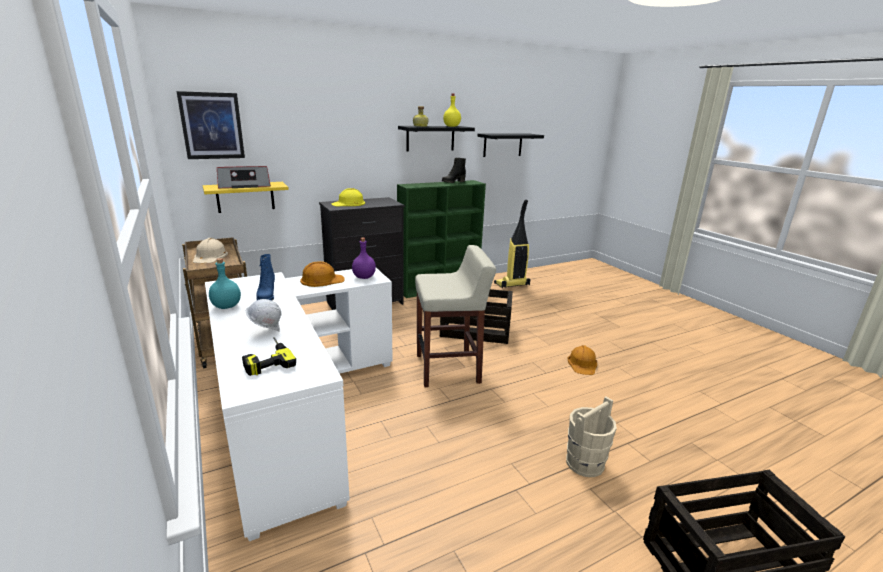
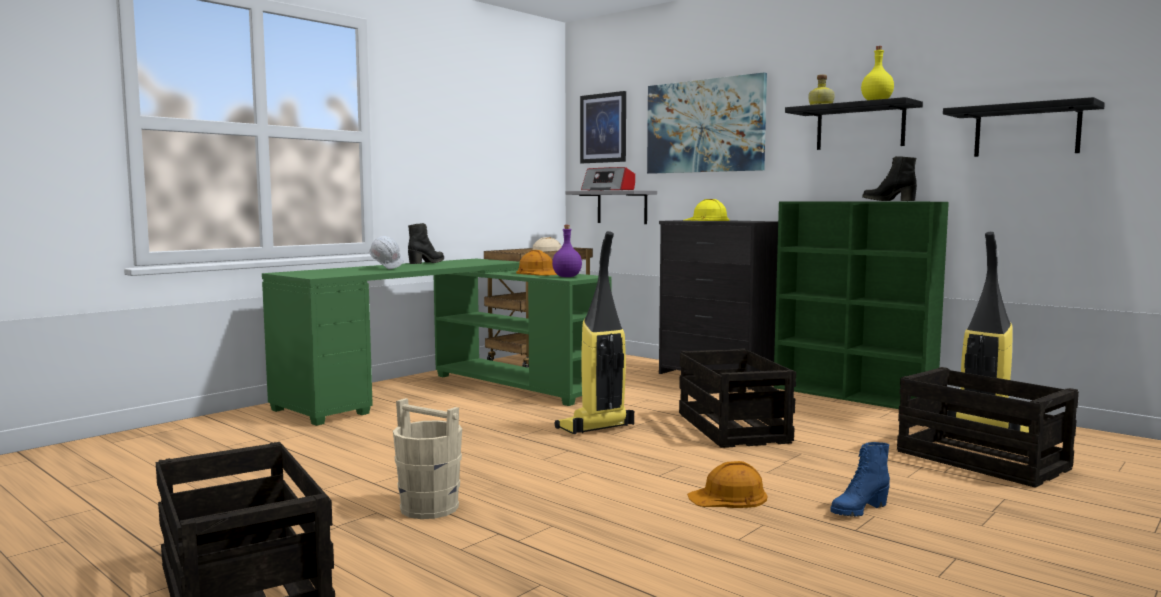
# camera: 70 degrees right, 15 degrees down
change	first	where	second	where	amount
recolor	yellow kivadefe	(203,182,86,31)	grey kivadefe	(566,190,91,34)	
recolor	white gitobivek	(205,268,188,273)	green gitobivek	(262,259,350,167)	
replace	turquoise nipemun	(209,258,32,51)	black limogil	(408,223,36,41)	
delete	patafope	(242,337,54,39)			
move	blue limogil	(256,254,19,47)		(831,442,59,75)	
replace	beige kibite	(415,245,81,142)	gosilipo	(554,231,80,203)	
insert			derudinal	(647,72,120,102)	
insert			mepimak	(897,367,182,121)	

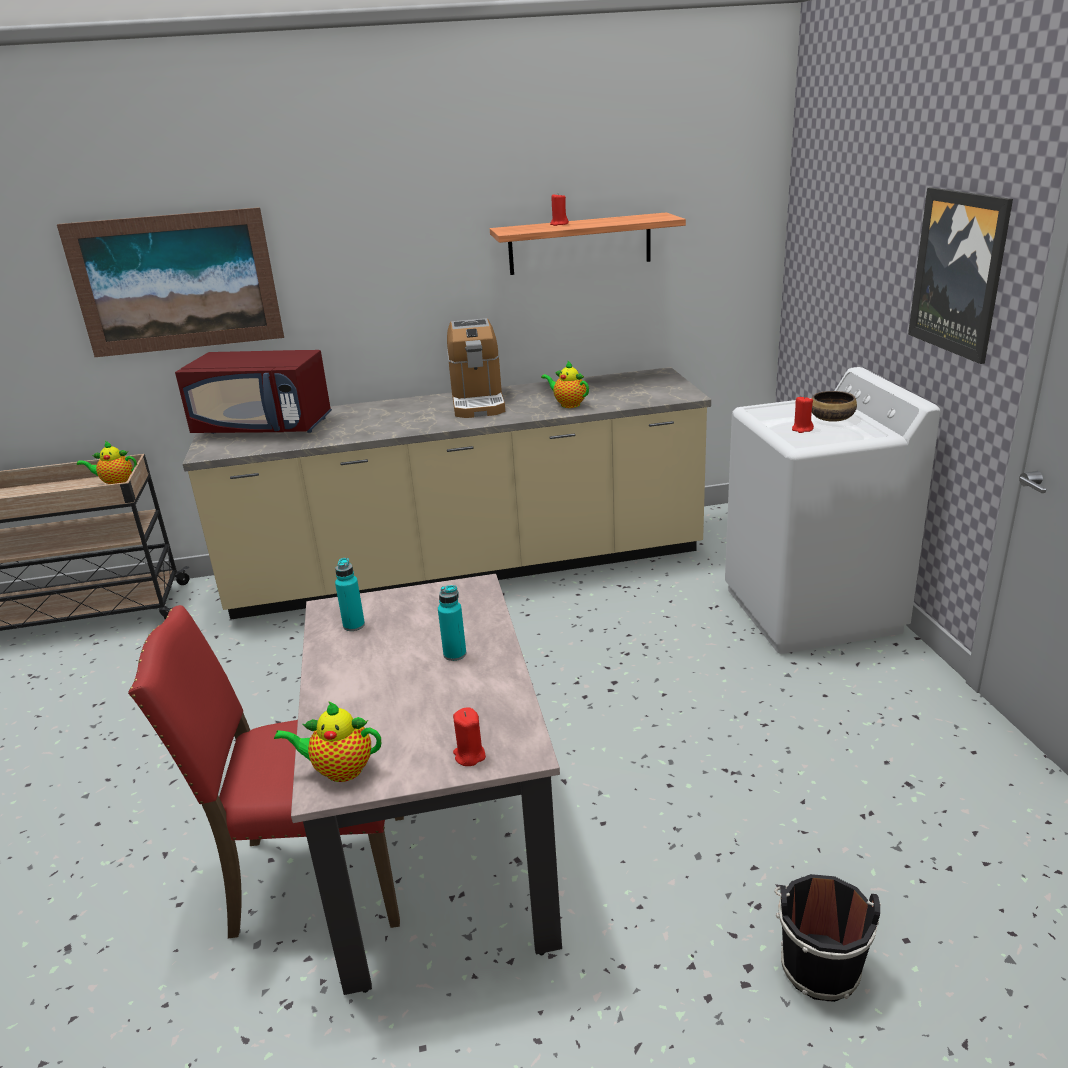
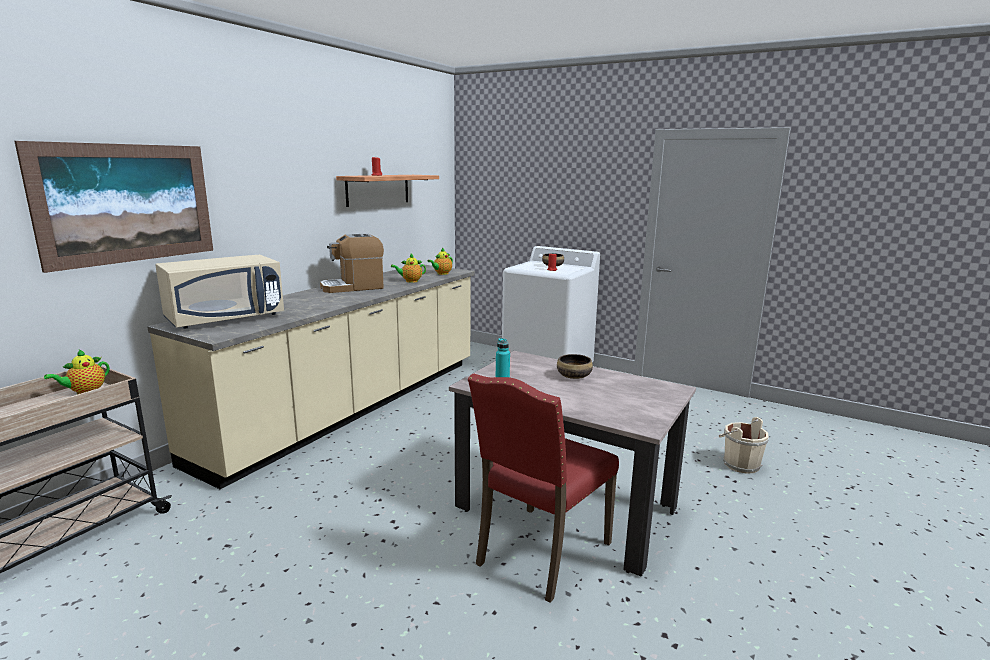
# camera: 50 degrees left, 10 degrees down
change	first	where	second	where	amount
recolor	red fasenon	(175,350,157,84)	beige fasenon	(155,255,129,74)	
move	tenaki	(274,701,107,81)		(427,248,26,27)	
replace	turquoise nipemun	(438,585,28,76)	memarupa	(557,354,36,25)	
rotate	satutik	(447,318,58,100)		(320,234,64,59)	120 degrees clockwise
delete	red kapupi	(453,708,33,58)			
recolor	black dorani	(774,874,107,128)	beige dorani	(719,417,50,57)	
delete	derudinal	(908,187,105,177)			

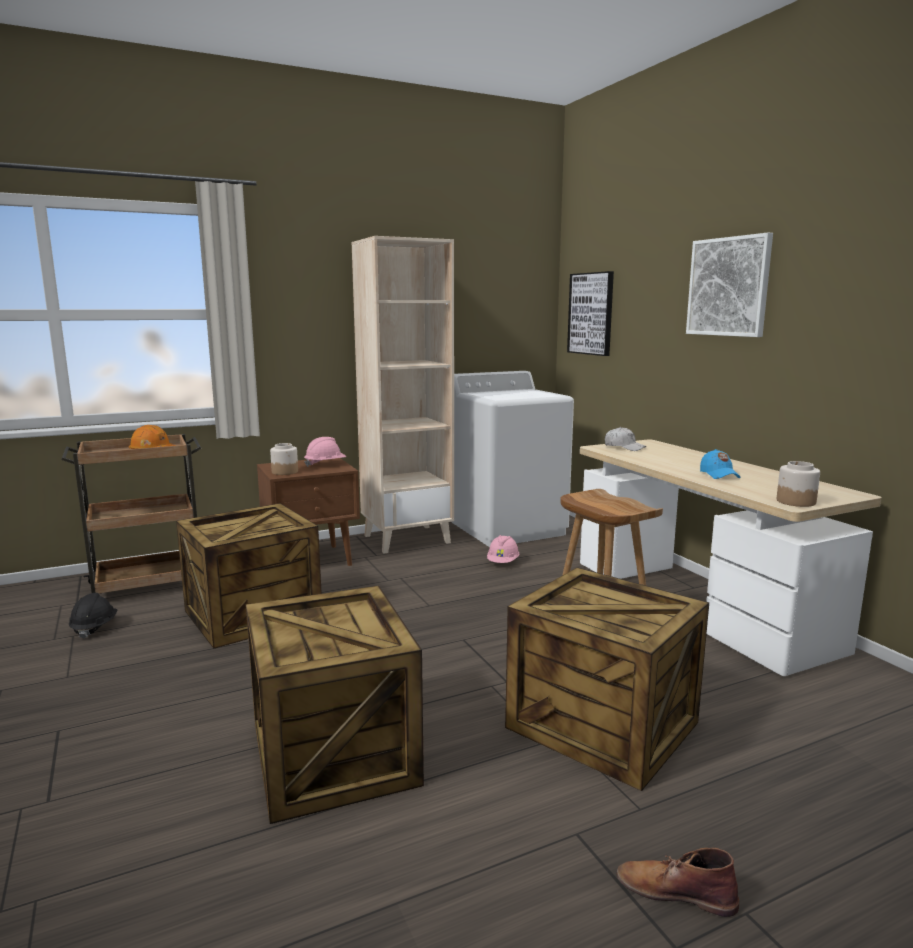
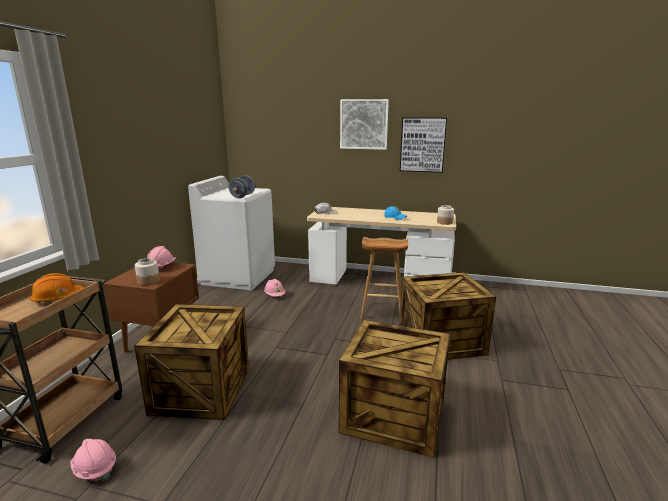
# camera: 50 degrees left, 5 degrees up
change	first	where	second	where	amount
recolor	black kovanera	(69,593,48,46)	pink kovanera	(71,439,45,43)	
delete	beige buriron	(352,236,102,318)			
move	derudinal	(567,271,47,85)		(400,117,47,56)	
delete	brown limogil	(617,848,122,69)			
insert			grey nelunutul	(229,175,26,23)	

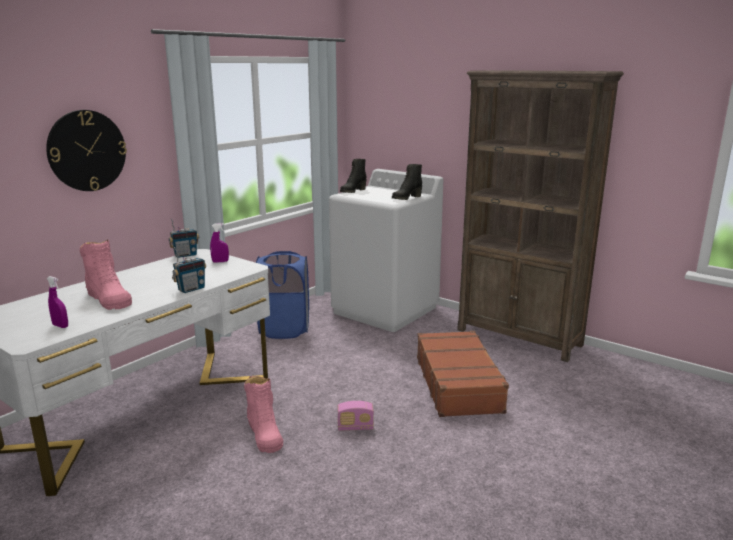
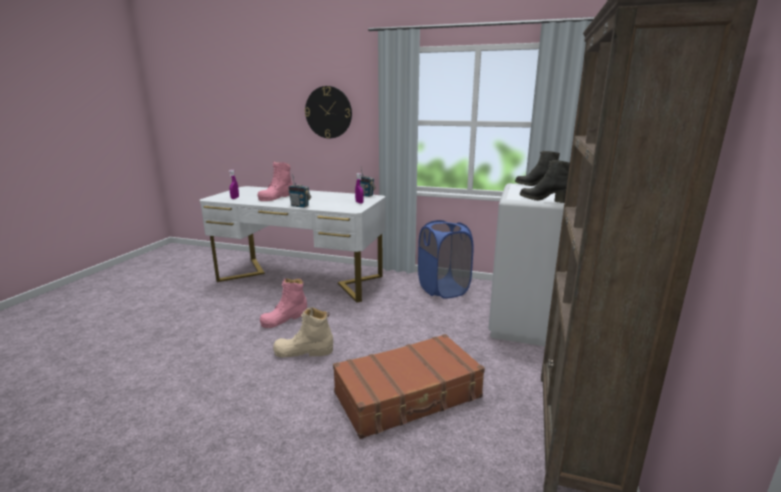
# camera: 70 degrees right, 0 degrees up
change	first	where	second	where	amount
replace	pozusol	(338,401,36,30)	beige limogil	(273,307,60,51)	

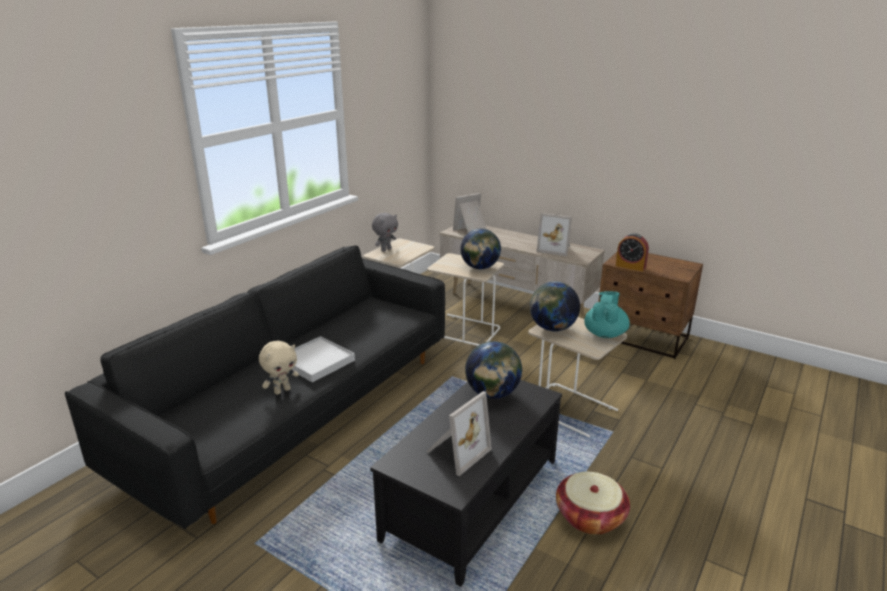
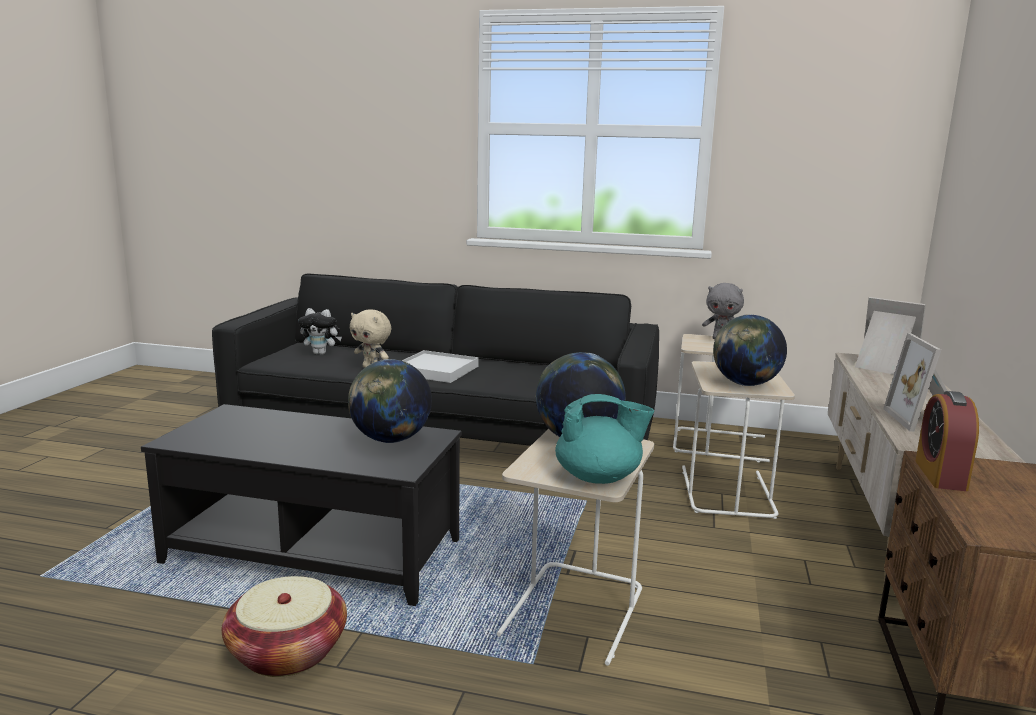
# camera: 70 degrees right, 10 degrees down
change	first	where	second	where	amount
delete	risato	(426,391,66,85)			
insert			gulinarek	(298,308,44,47)	

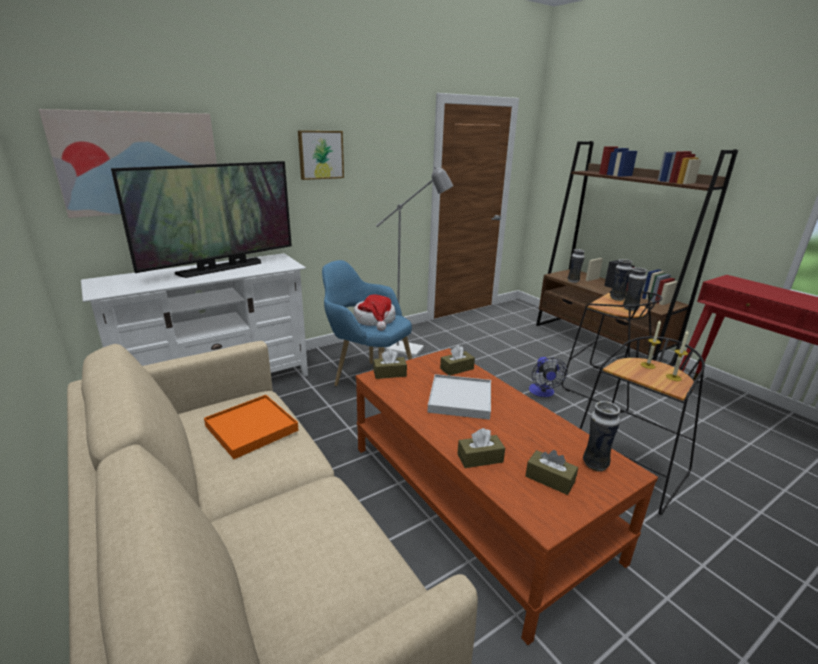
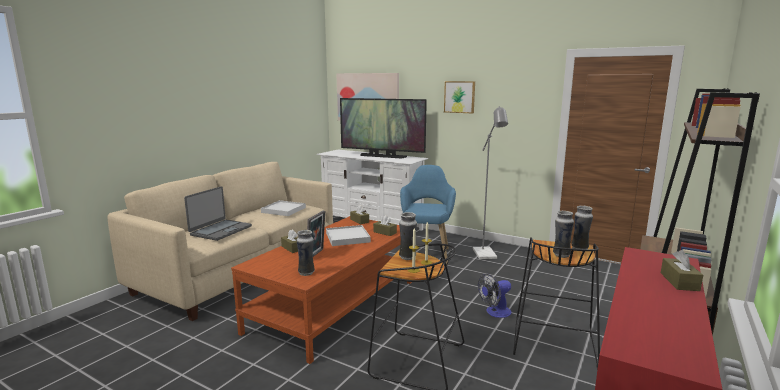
# camera: 65 degrees right, 10 degrees down
change	first	where	second	where	amount
recolor	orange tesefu	(204,395,95,64)	white tesefu	(261,200,45,16)	
delete	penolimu	(354,295,42,36)			
move	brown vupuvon	(525,450,53,45)		(661,250,42,41)	
move	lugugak	(567,249,18,34)		(399,212,18,48)	
insert			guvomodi	(184,186,68,55)	
insert			risato	(307,211,18,46)	

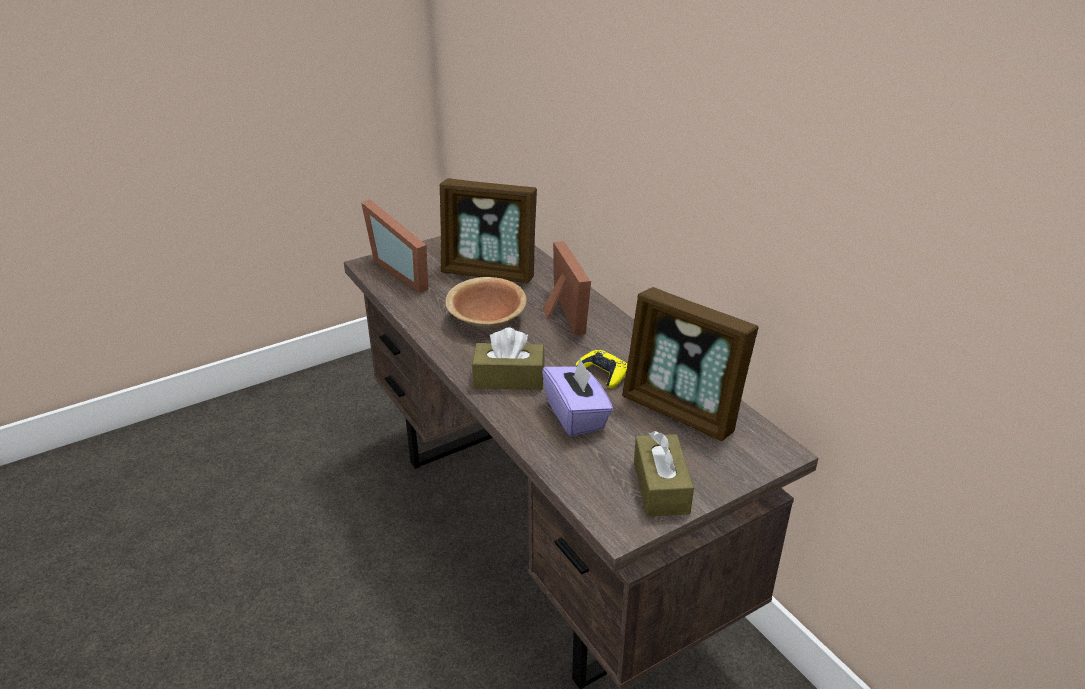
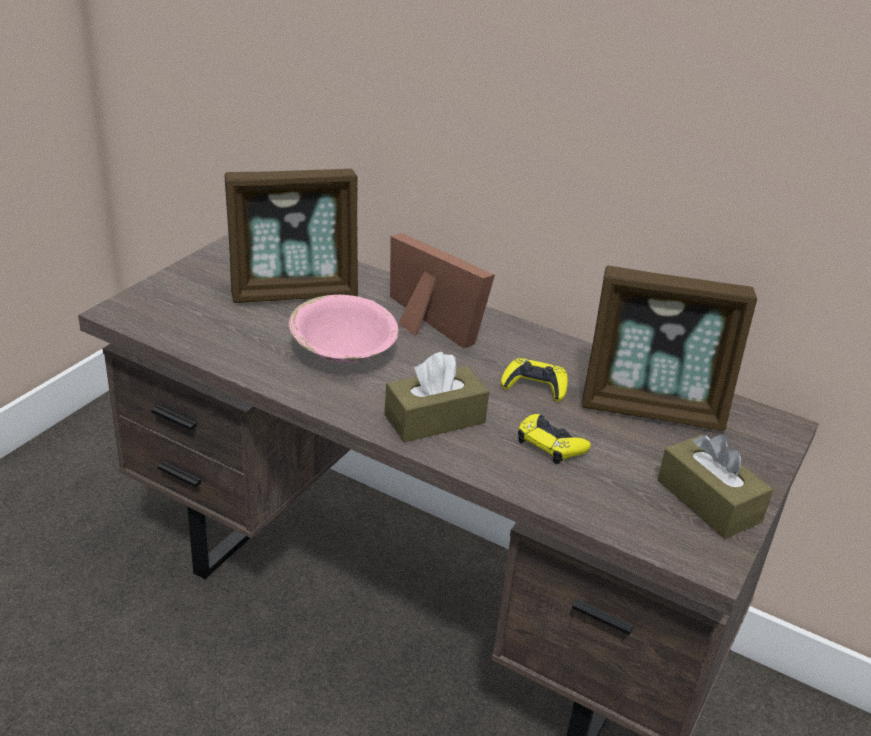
# camera: 30 degrees left, 0 degrees up
change	first	where	second	where	amount
delete	risato	(361,199,68,94)			
recolor	brown memarupa	(445,277,82,51)	pink memarupa	(289,295,109,69)	
replace	purple vupuvon	(542,357,71,80)	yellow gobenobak	(518,414,73,50)	

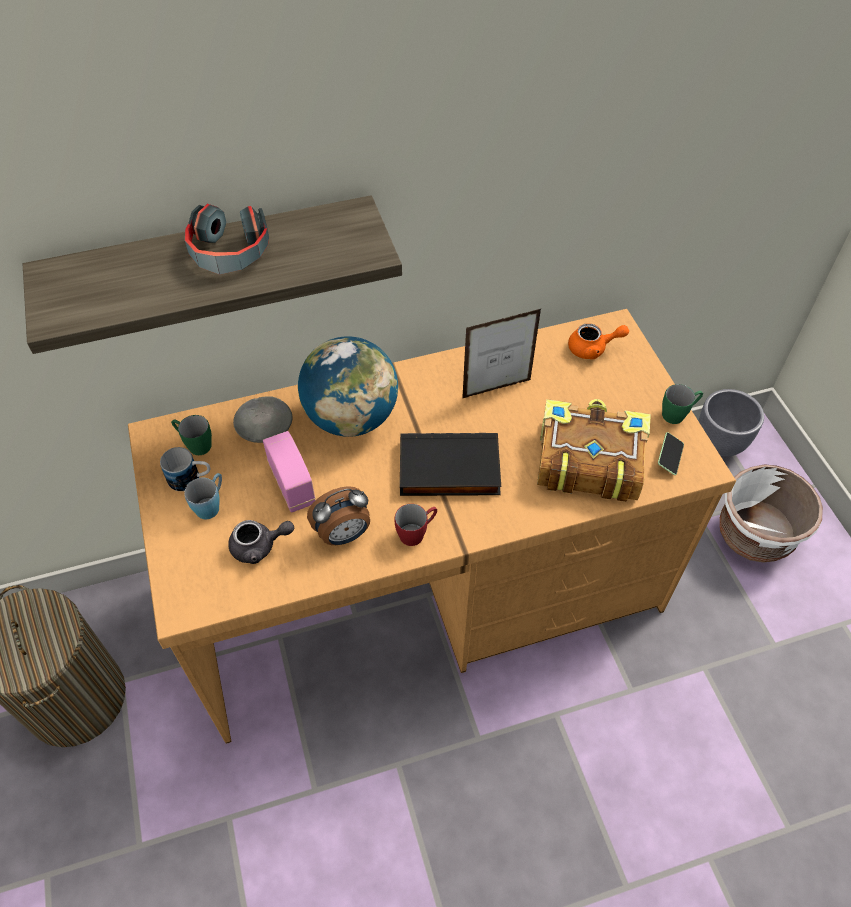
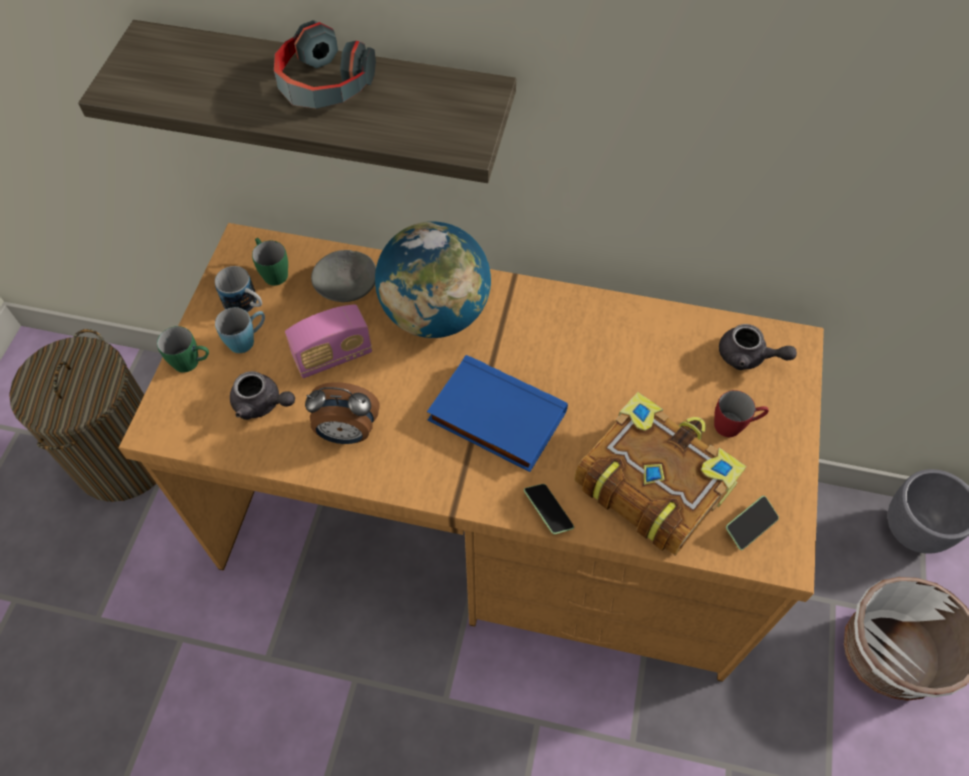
# camera: 30 degrees right, 5 degrees up
change	first	where	second	where	amount
rotate	pozusol	(263,431,53,81)		(285,304,87,74)	60 degrees clockwise
move	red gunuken	(395,504,42,42)		(714,390,55,47)	
recolor	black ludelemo	(400,433,101,63)	blue ludelemo	(427,355,141,117)	
delete	risato	(462,309,79,90)			
recolor	orange tenaki	(568,323,61,36)	grey tenaki	(719,324,78,46)	
move	green gunuken	(662,384,41,40)		(157,326,52,47)	
insert			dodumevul	(524,484,50,50)	

